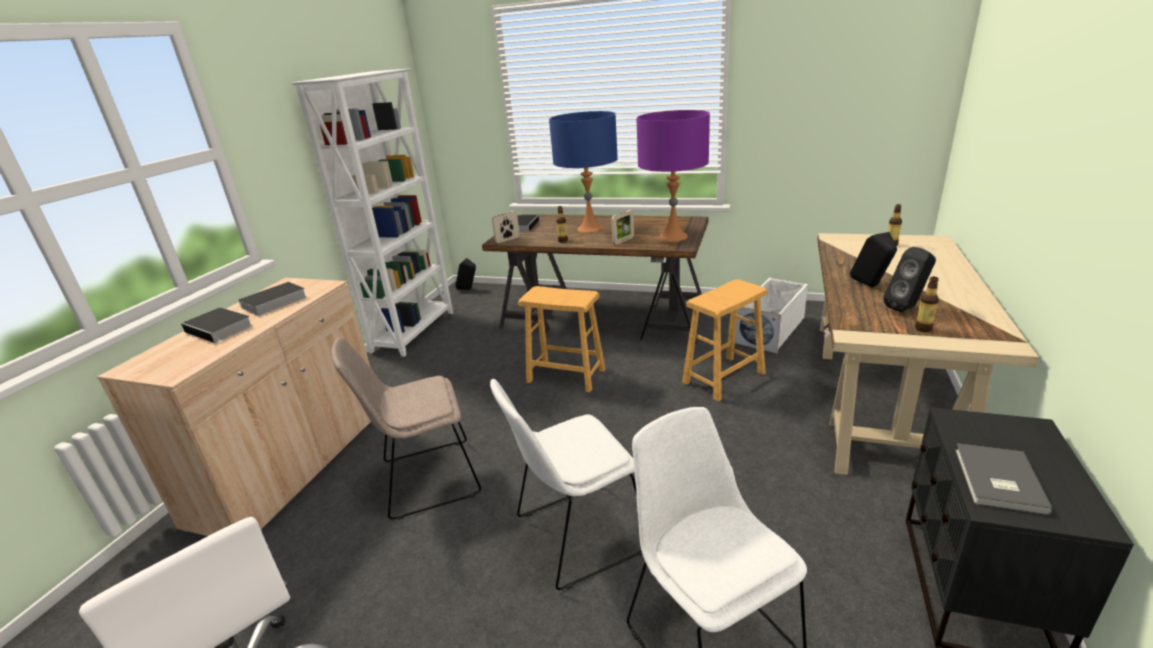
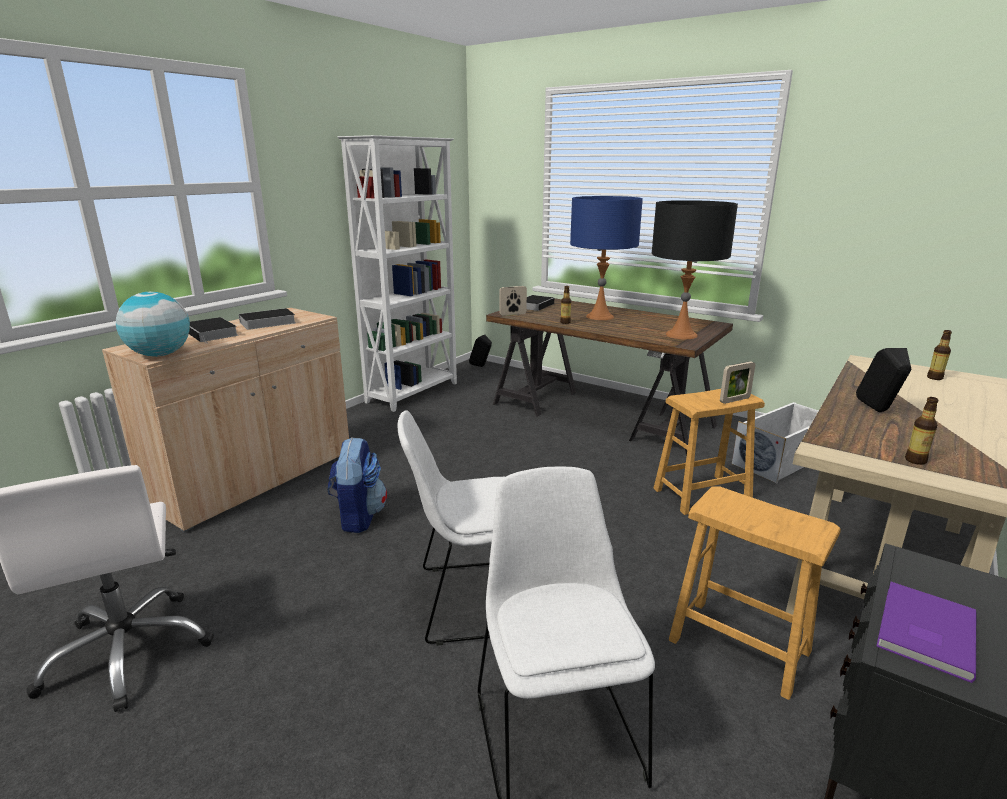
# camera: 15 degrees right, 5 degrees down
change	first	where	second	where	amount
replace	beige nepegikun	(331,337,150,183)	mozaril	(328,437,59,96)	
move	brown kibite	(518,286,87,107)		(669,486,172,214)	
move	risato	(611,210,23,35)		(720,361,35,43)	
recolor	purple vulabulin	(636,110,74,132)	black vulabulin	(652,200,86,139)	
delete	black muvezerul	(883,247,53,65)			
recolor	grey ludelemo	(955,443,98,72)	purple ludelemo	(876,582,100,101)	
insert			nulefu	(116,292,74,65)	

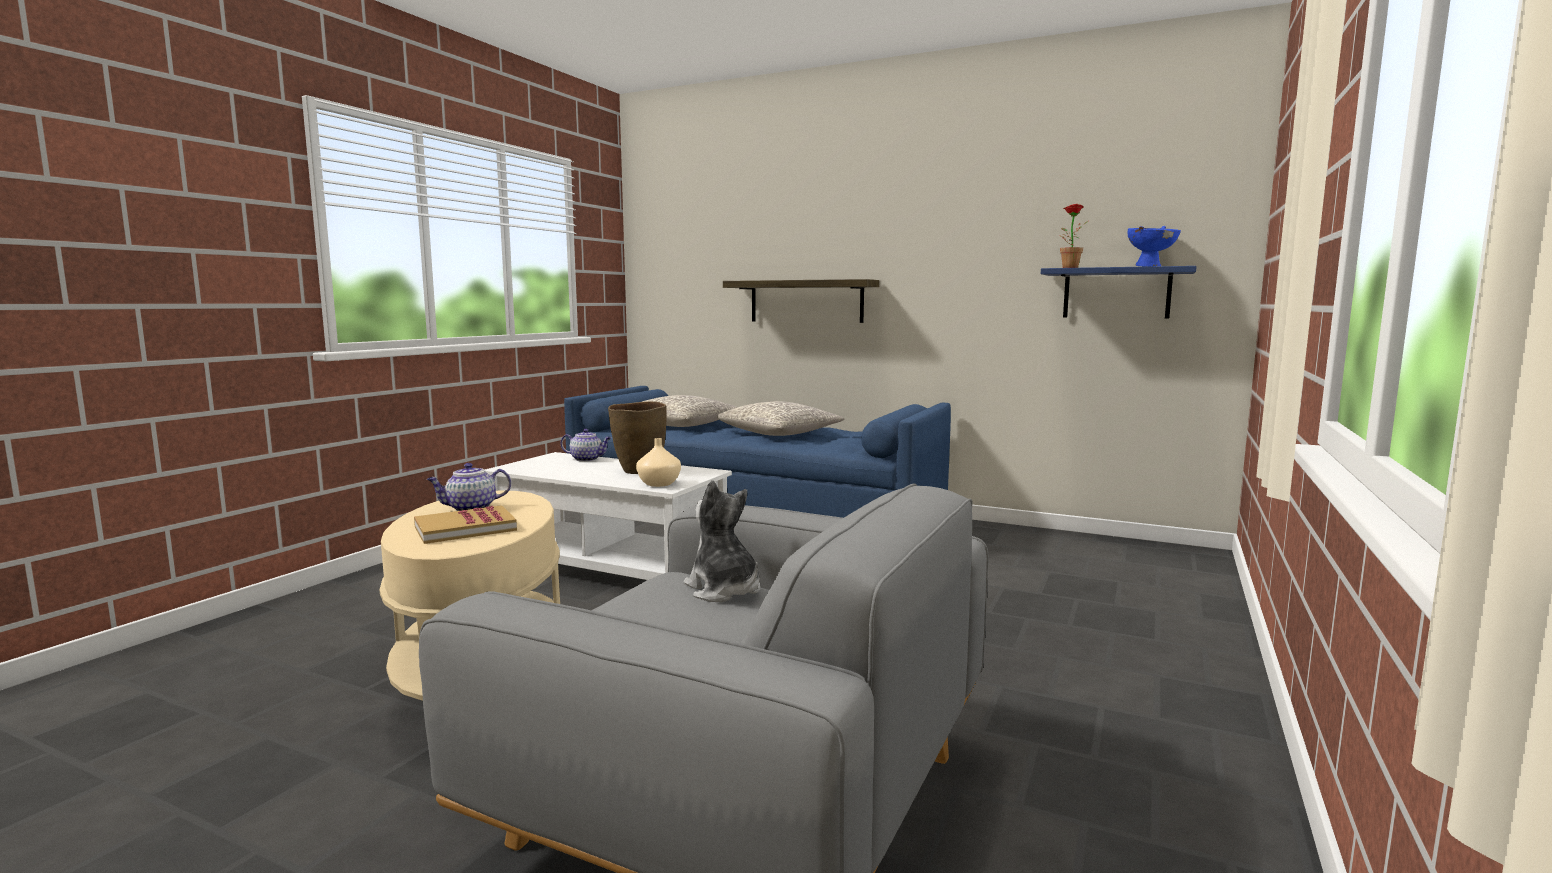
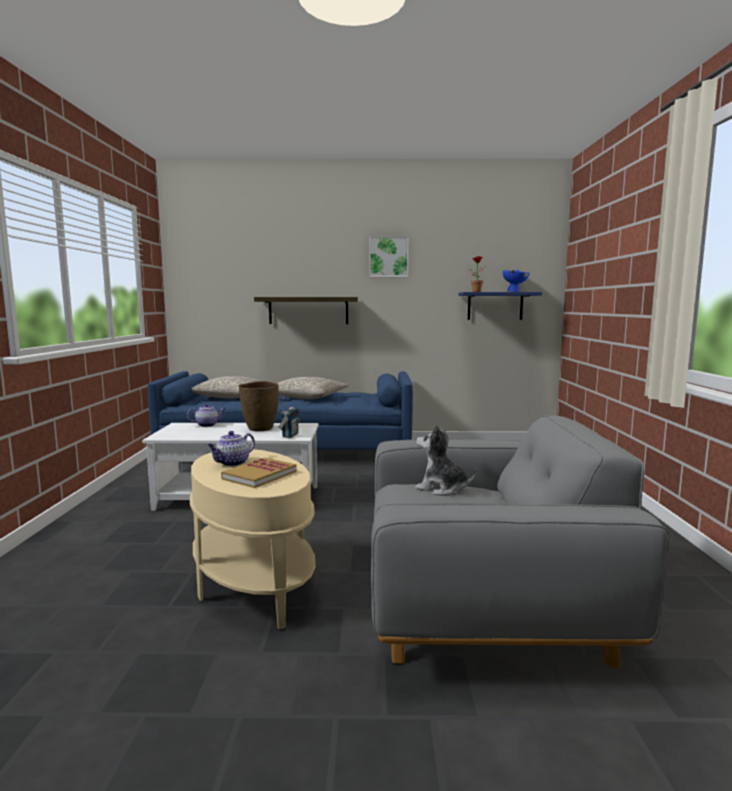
# camera: 25 degrees left, 0 degrees up
change	first	where	second	where	amount
replace	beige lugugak	(636,438,45,49)	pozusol	(278,398,22,40)	
insert			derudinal	(369,236,40,41)	

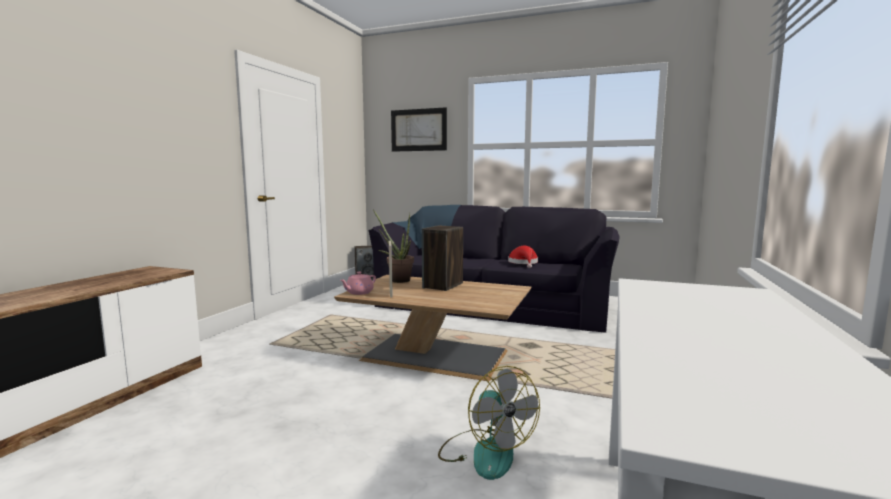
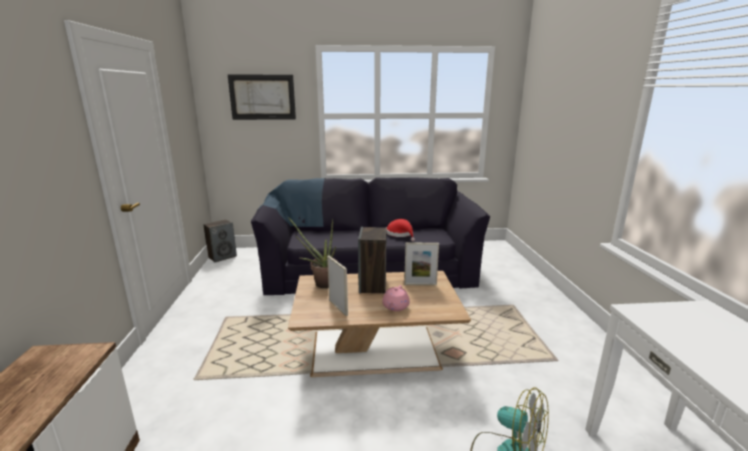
# camera: 25 degrees left, 10 degrees up
change	first	where	second	where	amount
move	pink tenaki	(340,272,36,23)		(382,285,28,26)	
insert			risato	(404,243,35,42)	

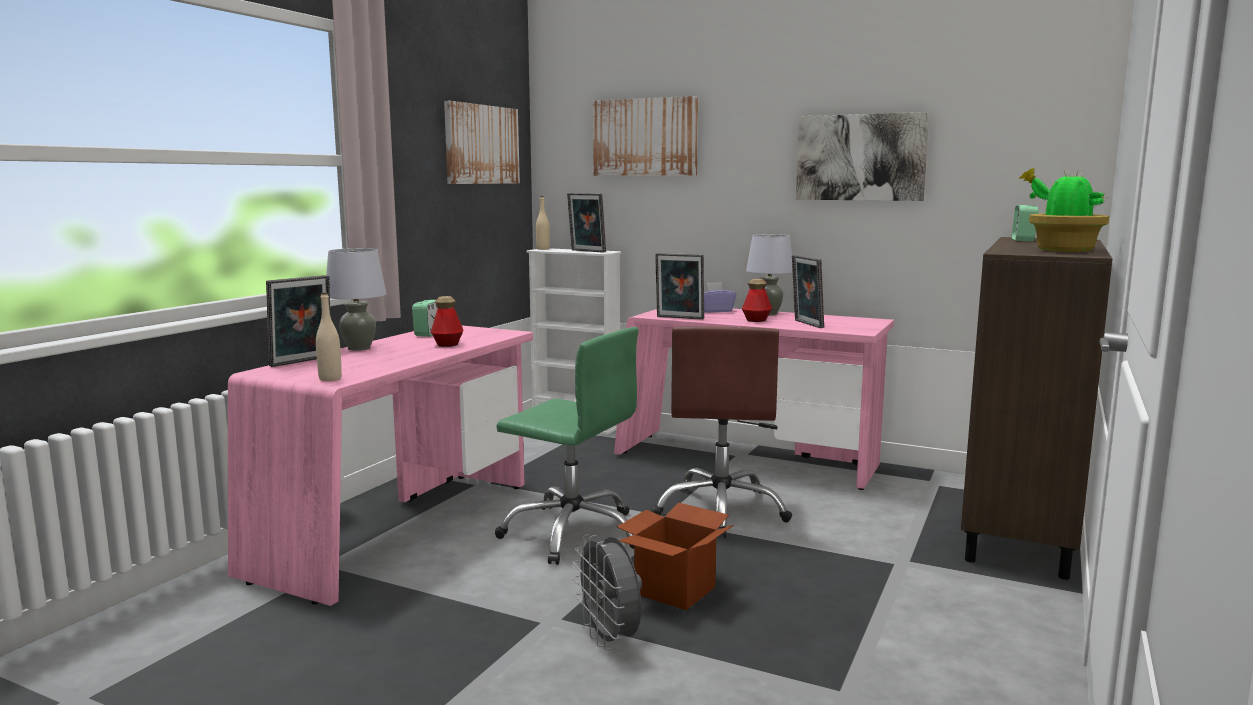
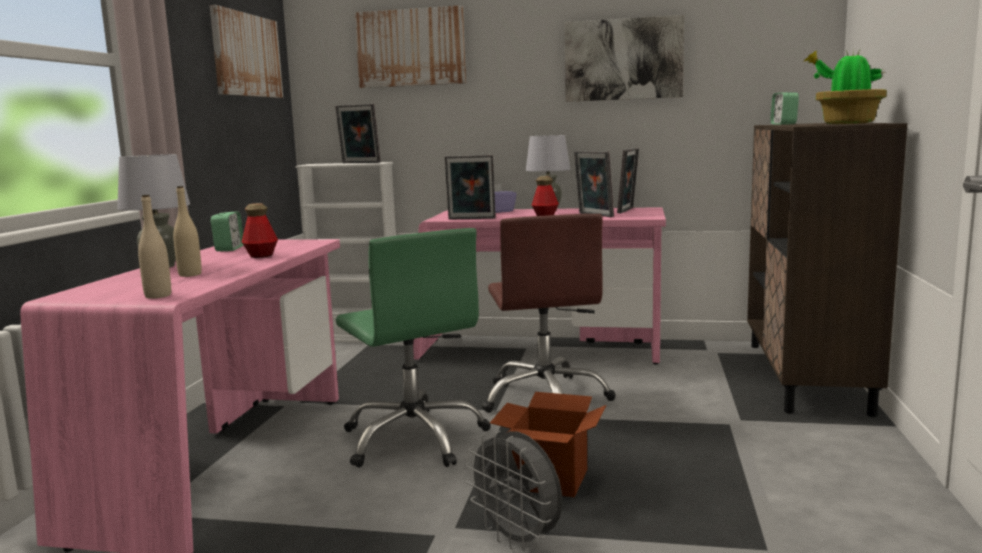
# camera: 15 degrees left, 0 degrees up
change	first	where	second	where	amount
move	risato	(266,275,64,92)		(617,148,22,65)	
rotate	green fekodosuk	(495,327,144,238)		(336,228,155,239)	45 degrees clockwise
move	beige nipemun	(536,196,14,54)		(173,186,29,91)	

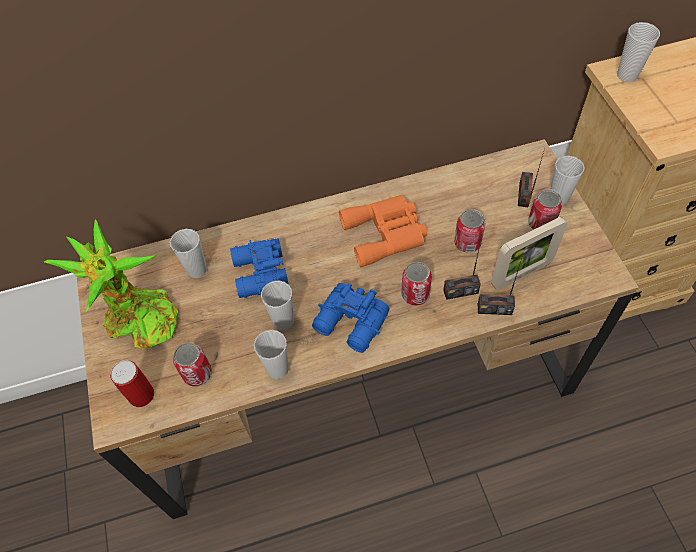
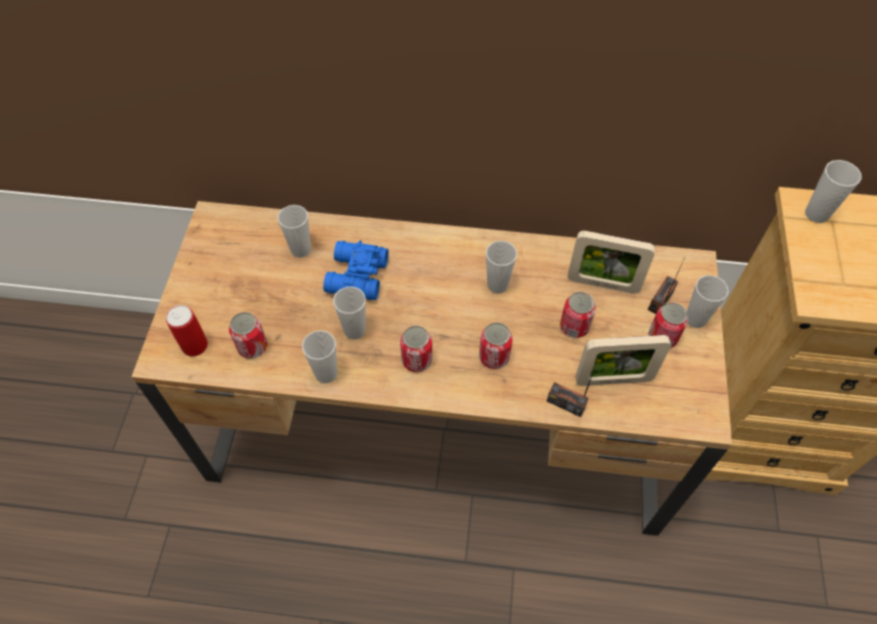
# camera: 20 degrees right, 0 degrees up
change	first	where	second	where	amount
delete	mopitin	(44,219,134,130)			
replace	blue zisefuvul	(312,283,78,70)	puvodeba	(400,326,32,46)	
replace	orange zisefuvul	(339,195,88,72)	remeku	(486,241,31,53)	
delete	pozusol	(443,236,39,64)			
insert			risato	(568,231,87,63)	

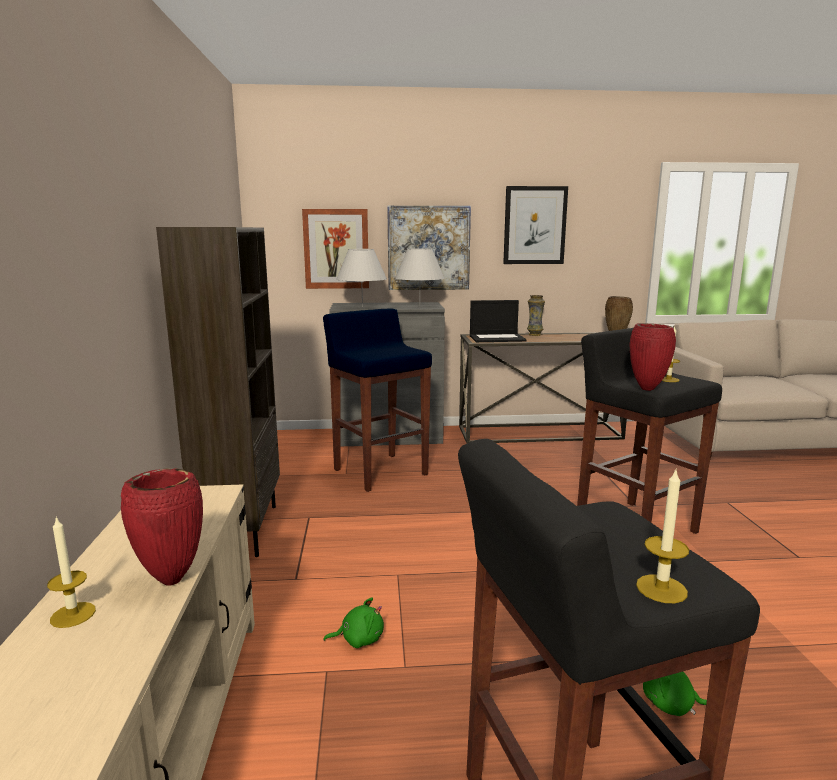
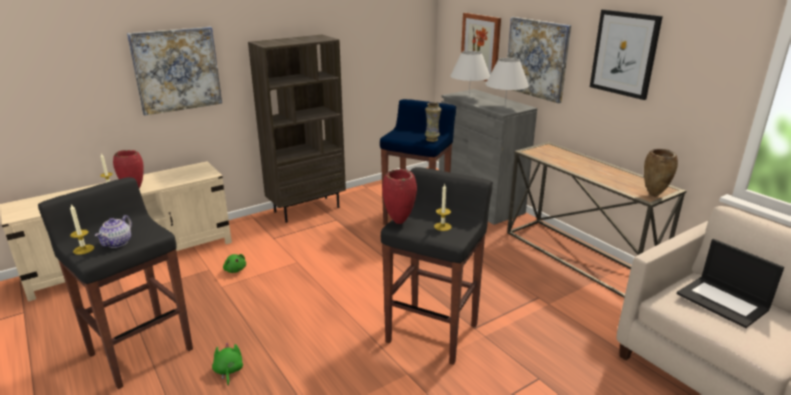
# camera: 60 degrees right, 10 degrees up
change	first	where	second	where	amount
move	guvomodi	(470,300,57,42)		(677,239,107,89)	
move	lugugak	(527,295,18,41)		(425,102,17,40)	
insert			tenaki	(95,215,37,33)	
insert			derudinal	(127,27,95,89)	

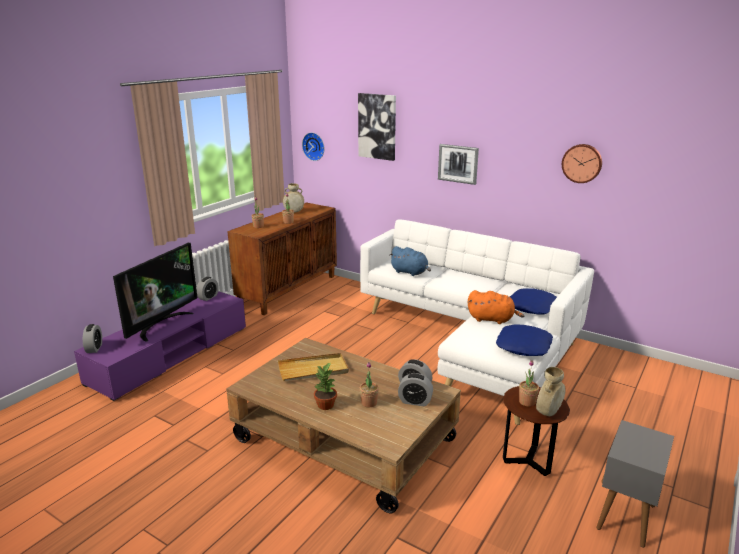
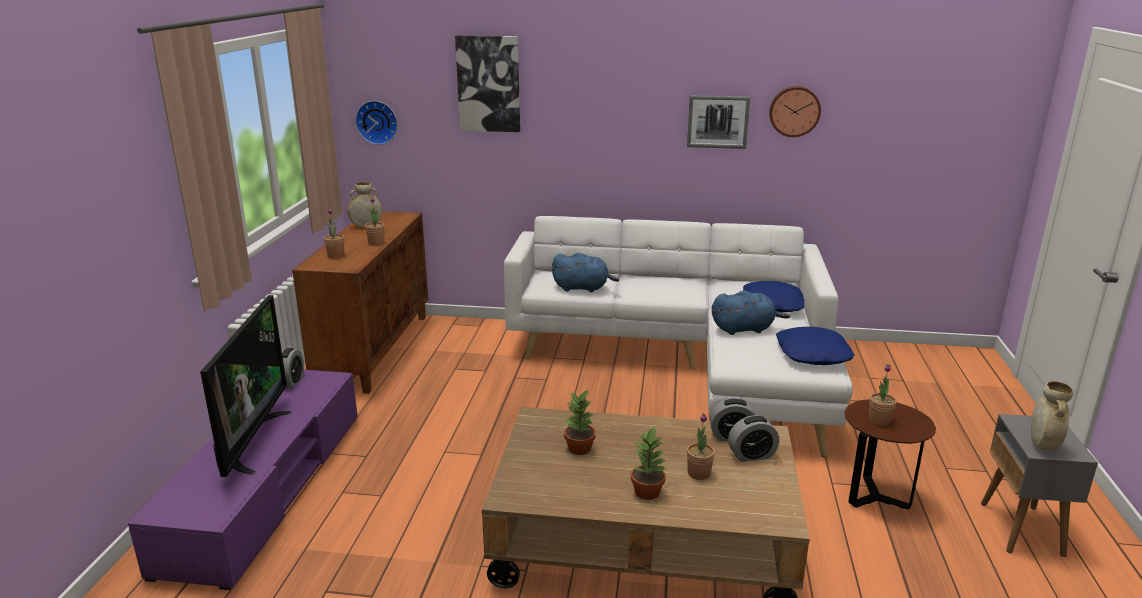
# camera: 25 degrees left, 0 degrees up
change	first	where	second	where	amount
delete	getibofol	(83,324,19,29)			
replace	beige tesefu	(278,353,71,28)	mopitin	(564,389,32,66)	
move	derudinal	(438,144,41,41)		(687,95,63,54)	
recolor	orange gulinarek	(468,290,56,34)	blue gulinarek	(712,291,78,44)	
move	beige lugugak	(536,367,30,49)		(1031,381,42,69)	

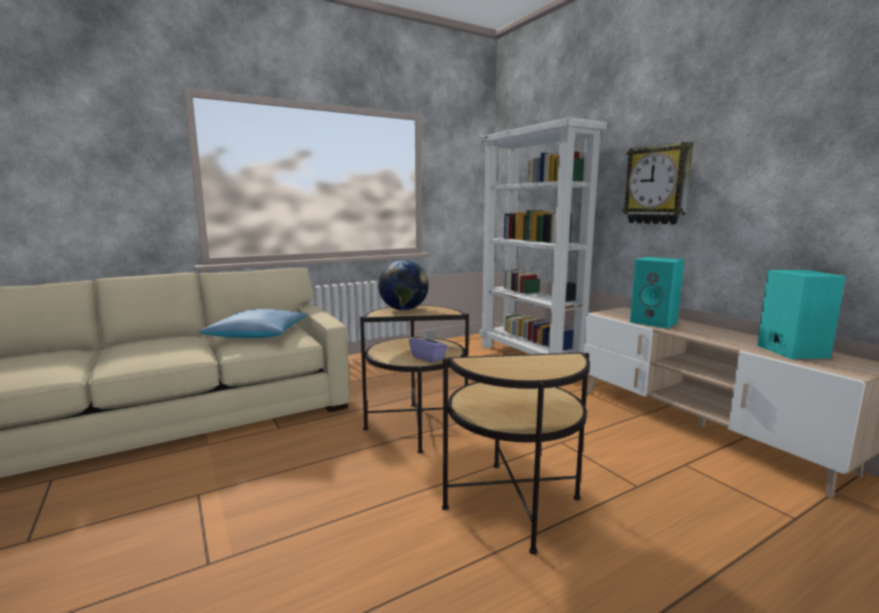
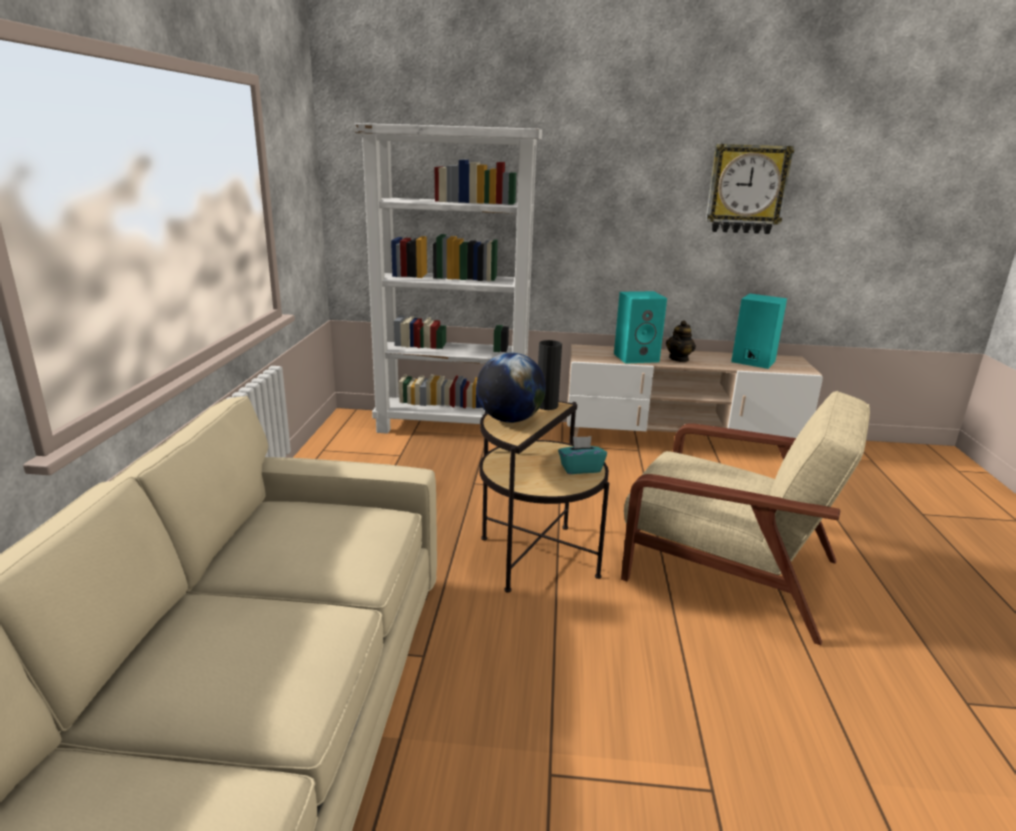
# camera: 55 degrees left, 10 degrees up
change	first	where	second	where	amount
delete	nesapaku	(199,309,109,29)			
recolor	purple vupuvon	(409,330,39,33)	turquoise vupuvon	(558,436,49,38)	
replace	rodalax	(442,352,148,202)	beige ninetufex	(621,391,249,254)	
move	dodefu	(622,142,71,83)		(706,144,88,90)	
insert			black lugugak	(538,340,24,70)	
insert			tenaki	(666,320,30,42)	

